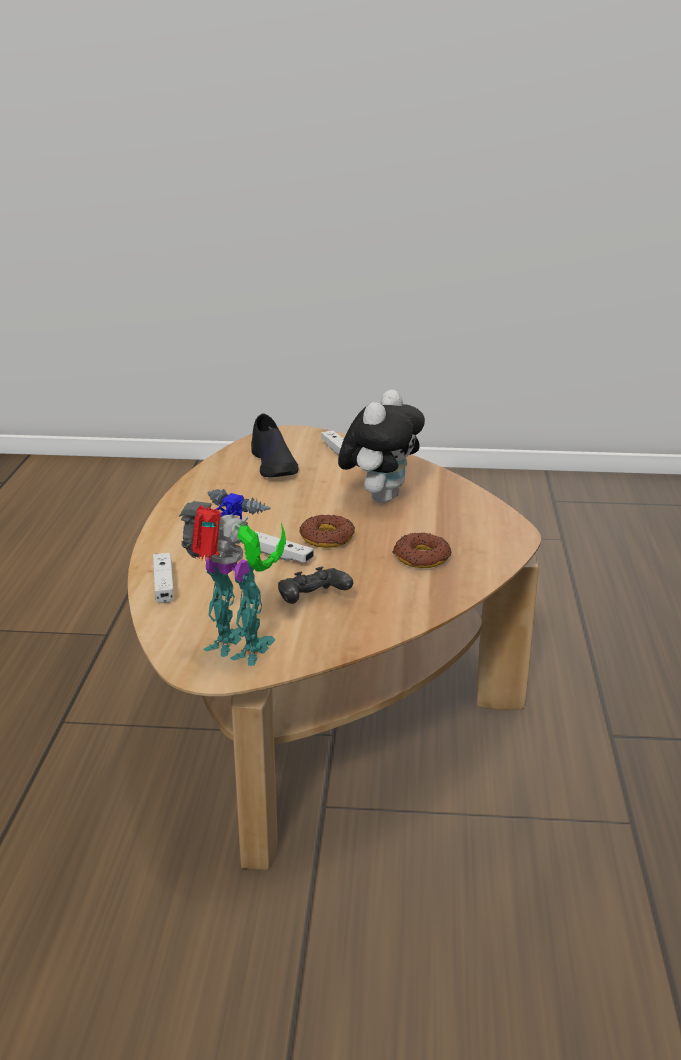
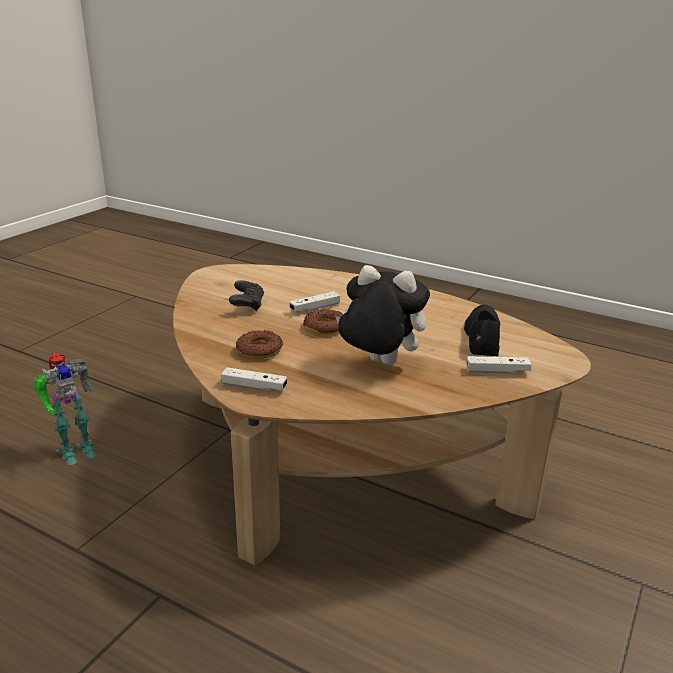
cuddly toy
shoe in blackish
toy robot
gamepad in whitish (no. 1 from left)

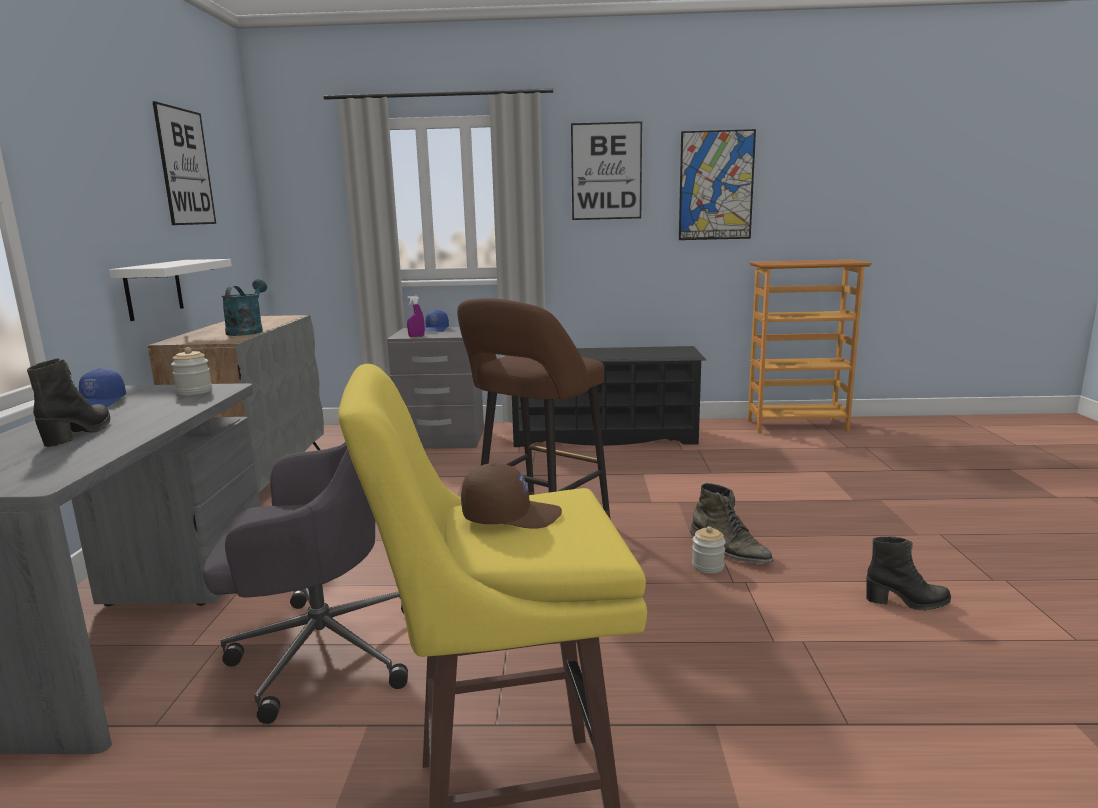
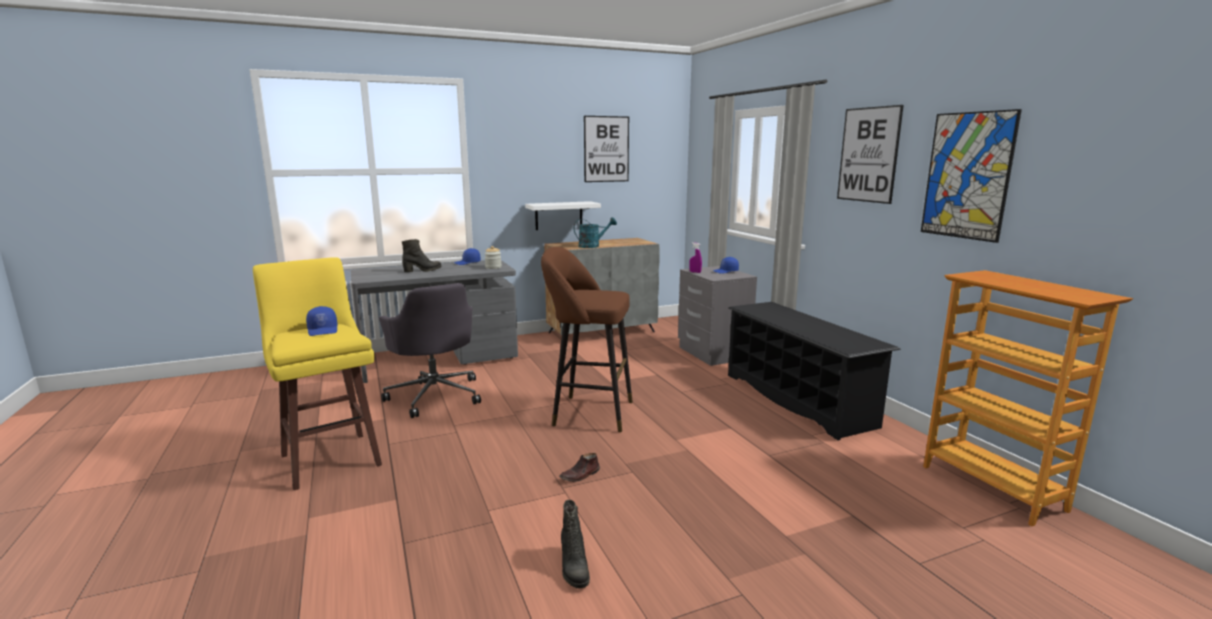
peaked cap in blue (no. 1 from left)
tall boot in green
shoe in brown

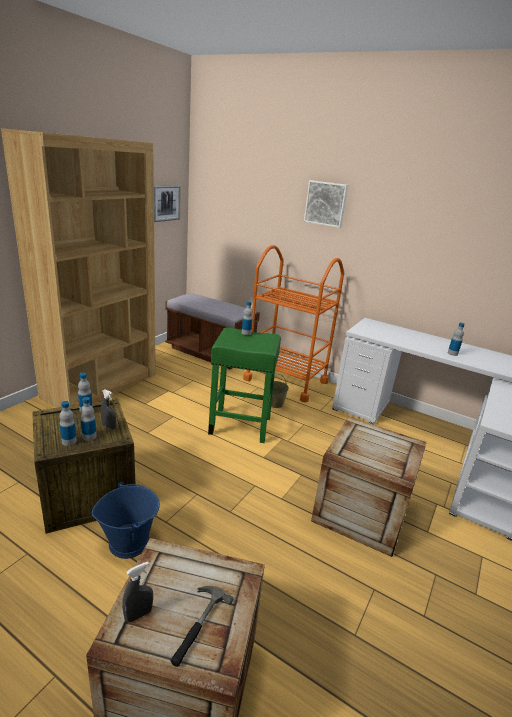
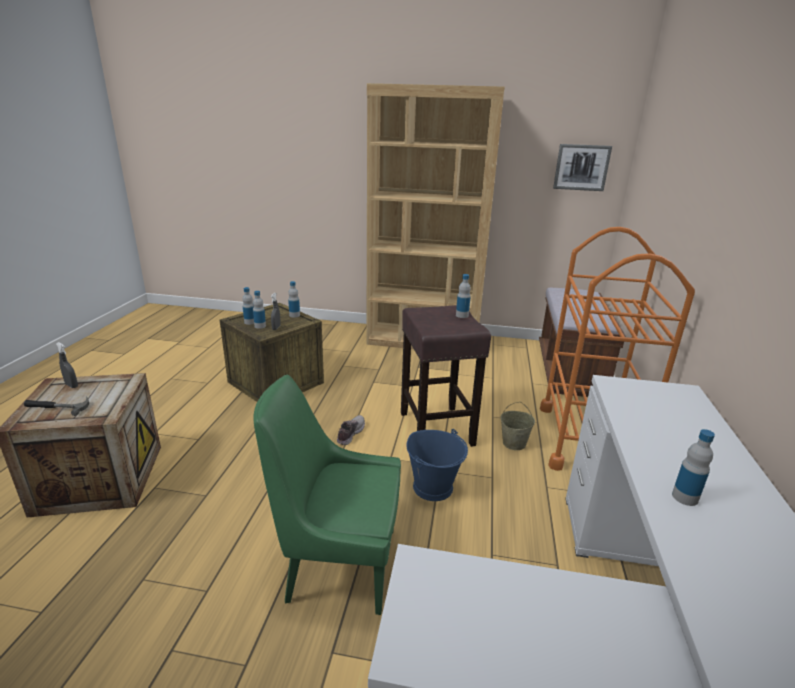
picture (no. 2 from left in the first image)
stool in brown
plain chair in green
bucket in blue
shoe

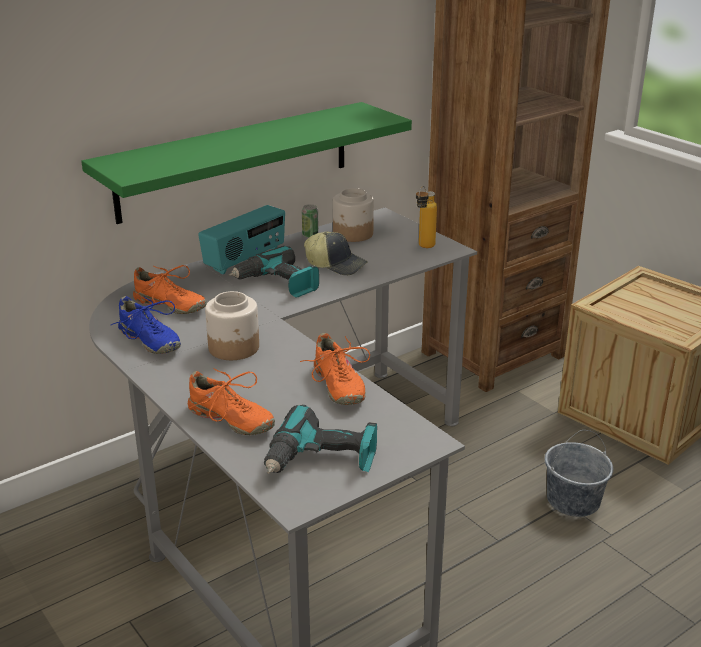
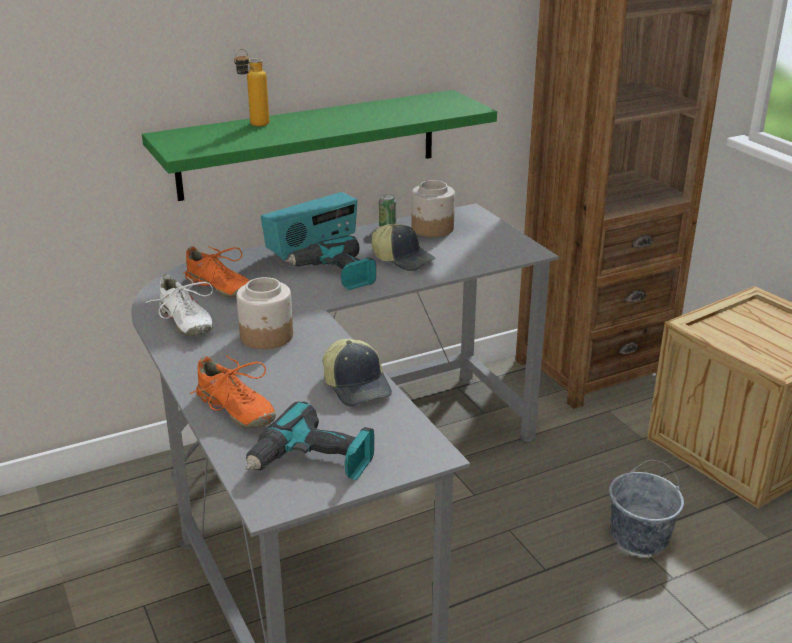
bottle
shoe in whitish
peaked cap (no. 1 from left)

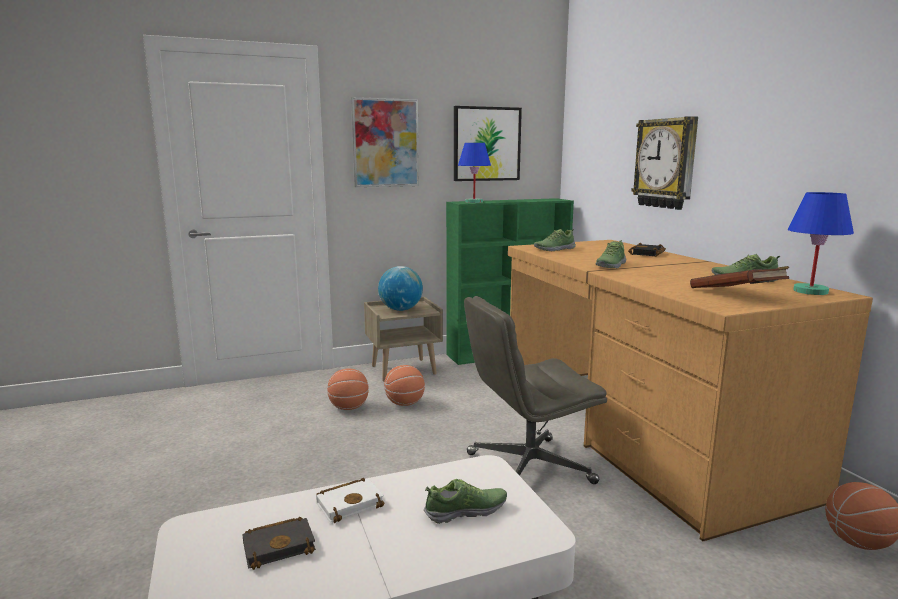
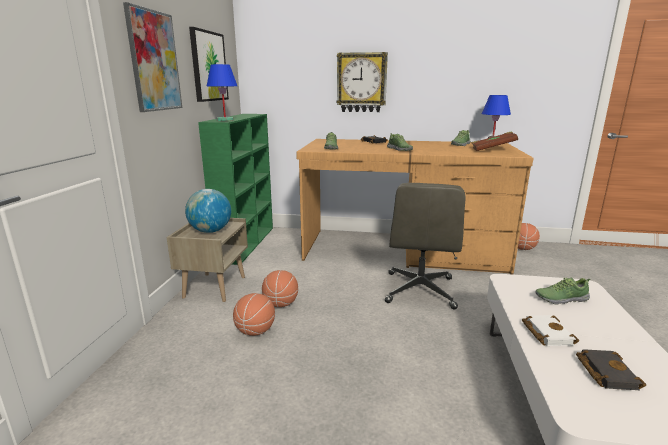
shoe (no. 4 from left)

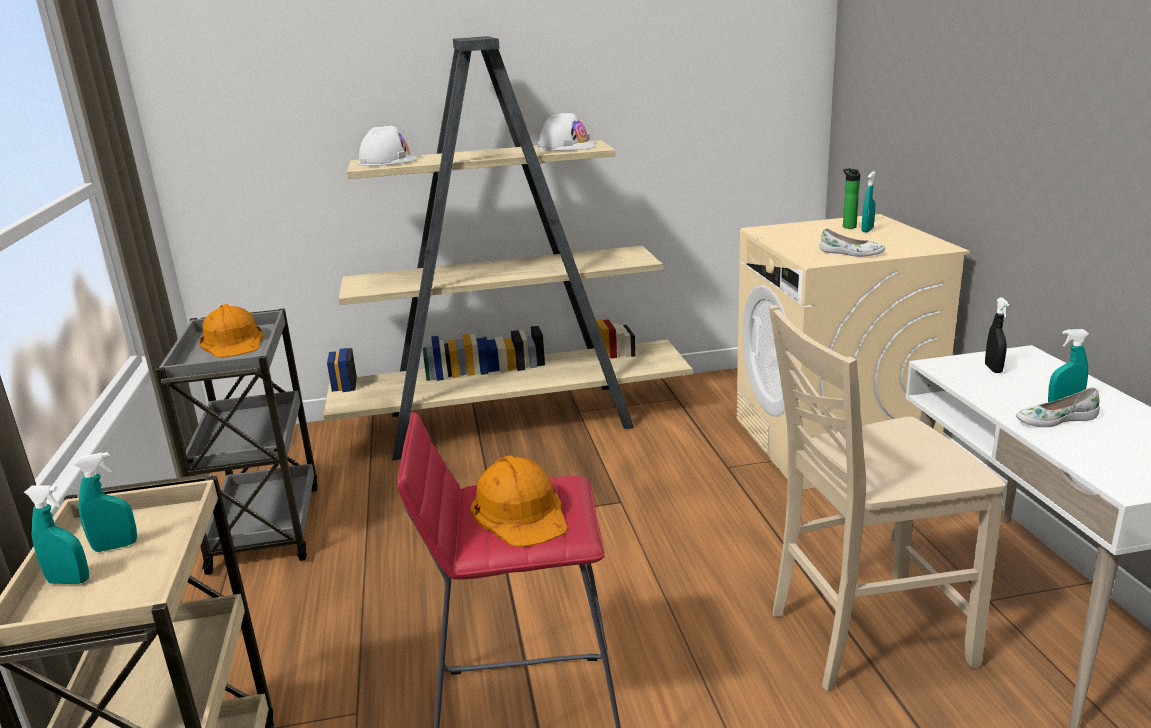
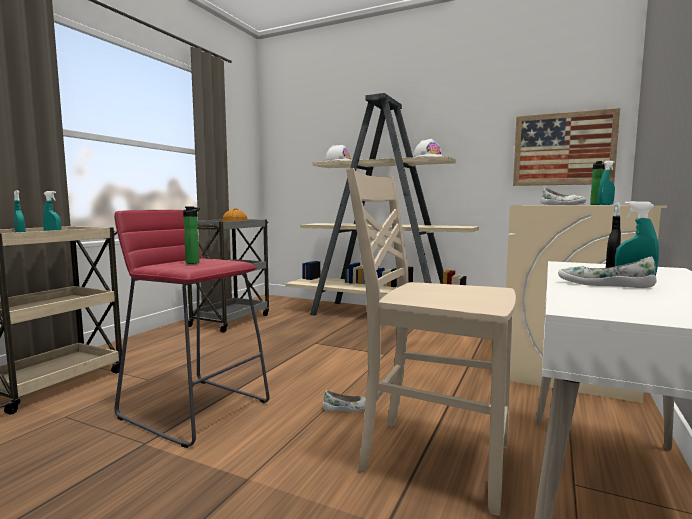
bottle (no. 1 from left)
picture
shoe in whitish (no. 1 from left)

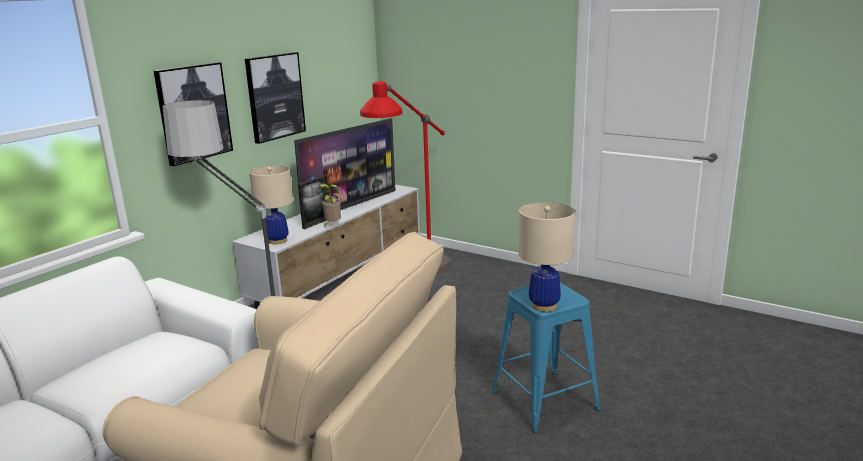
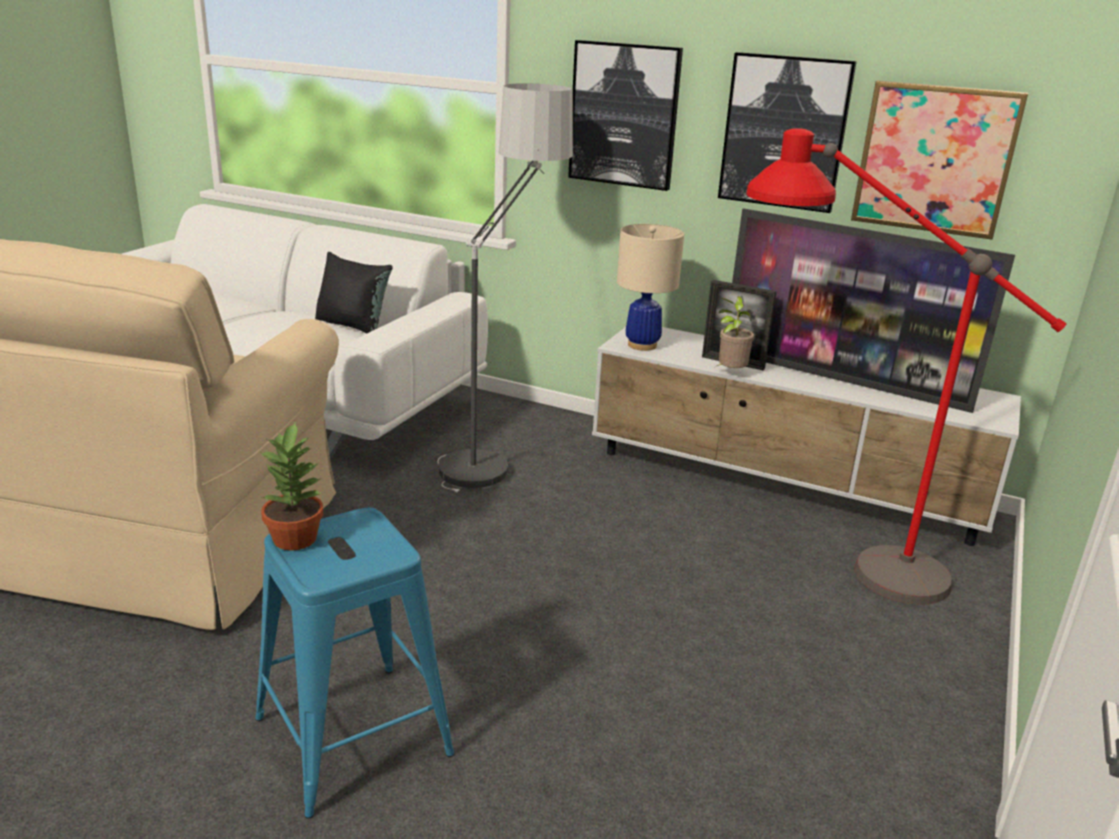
houseplant (no. 1 from left)
picture (no. 3 from left)
throw pillow in blackish

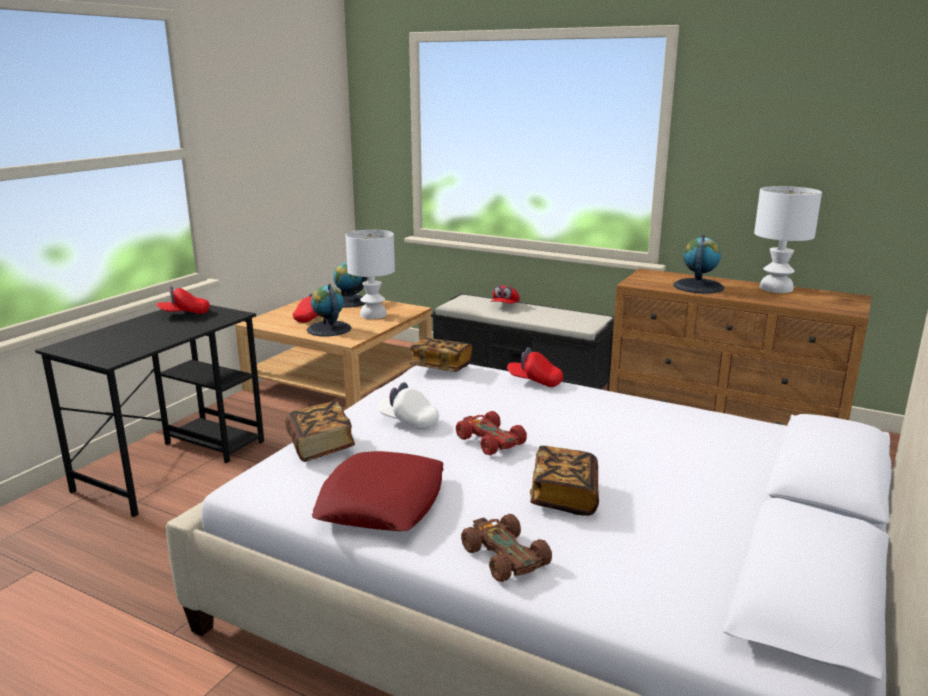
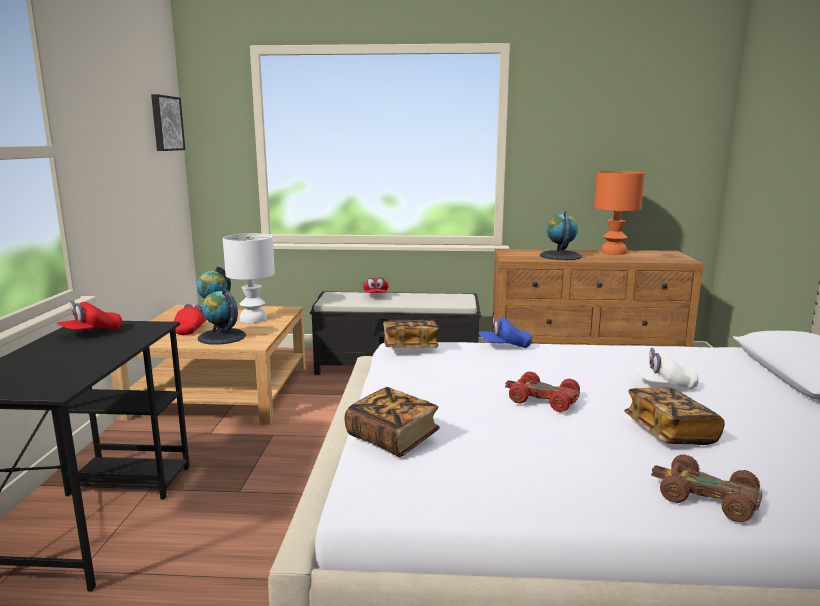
lamp for a table in orange
peaked cap in blue
peaked cap in whitish
throw pillow in reddish
picture

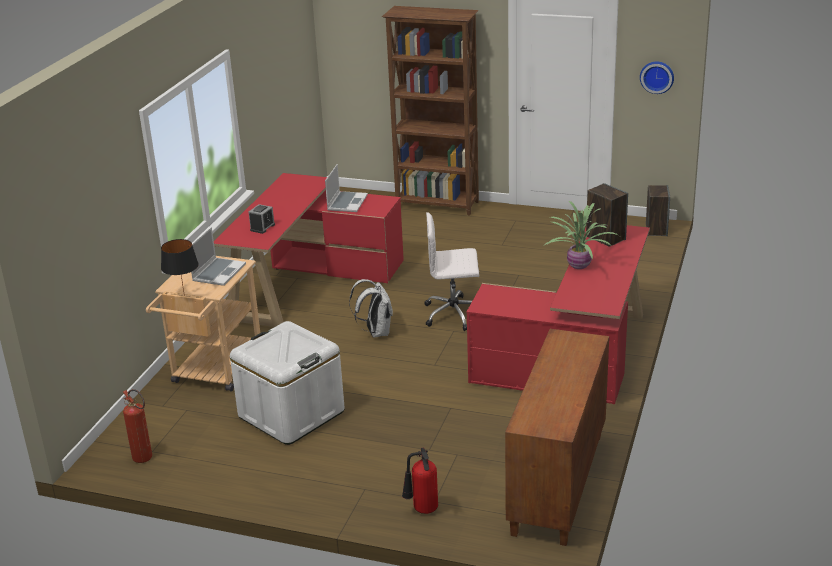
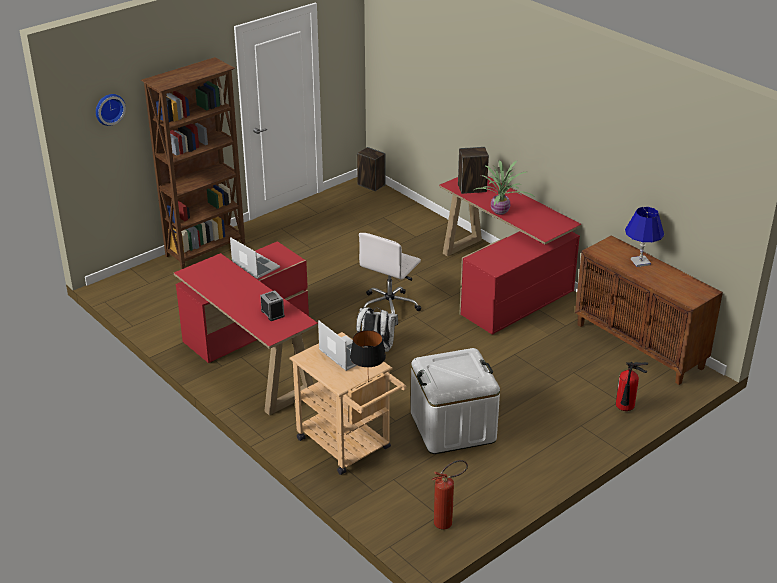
clock on the wall
lamp for a table in blue

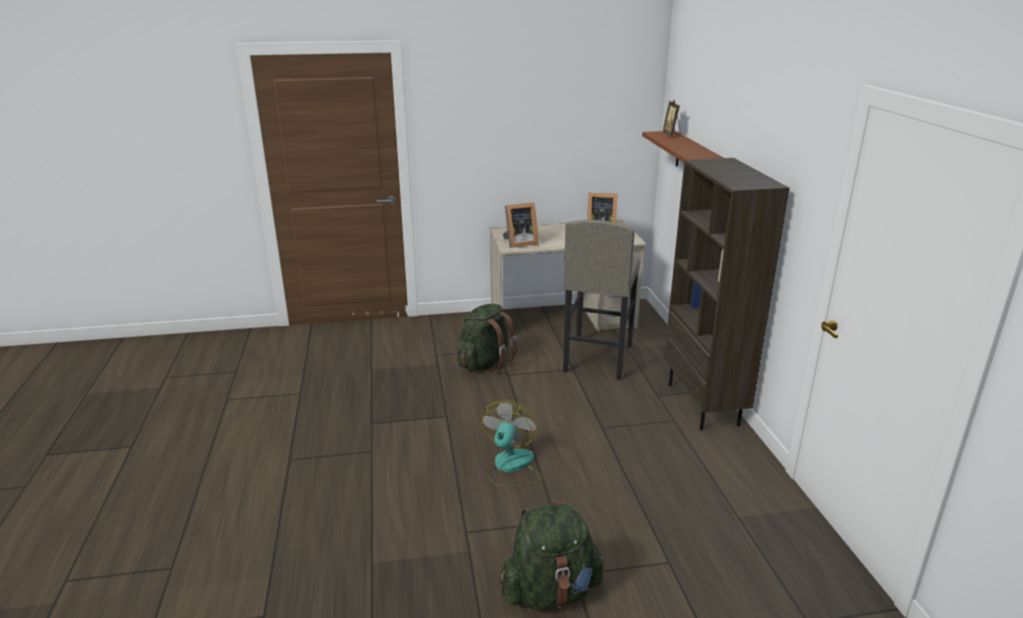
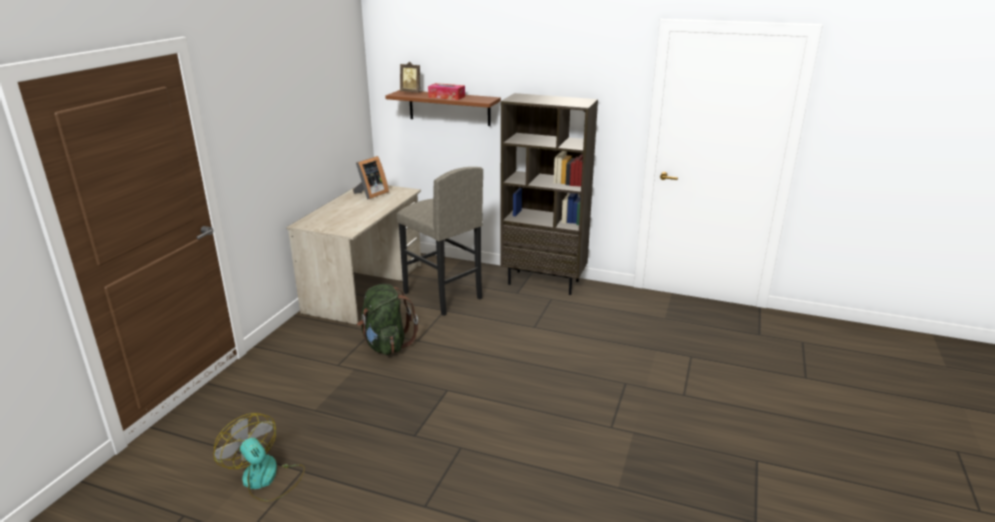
photo frame (no. 1 from left in the first image)
electric fan
backpack in green (no. 2 from left in the first image)
tissue box

